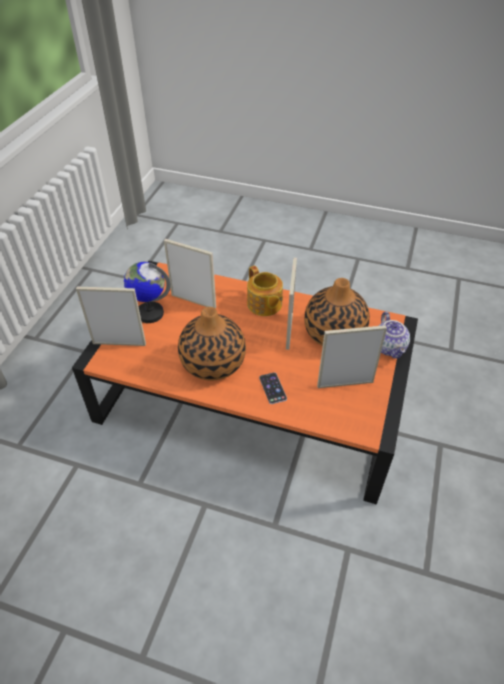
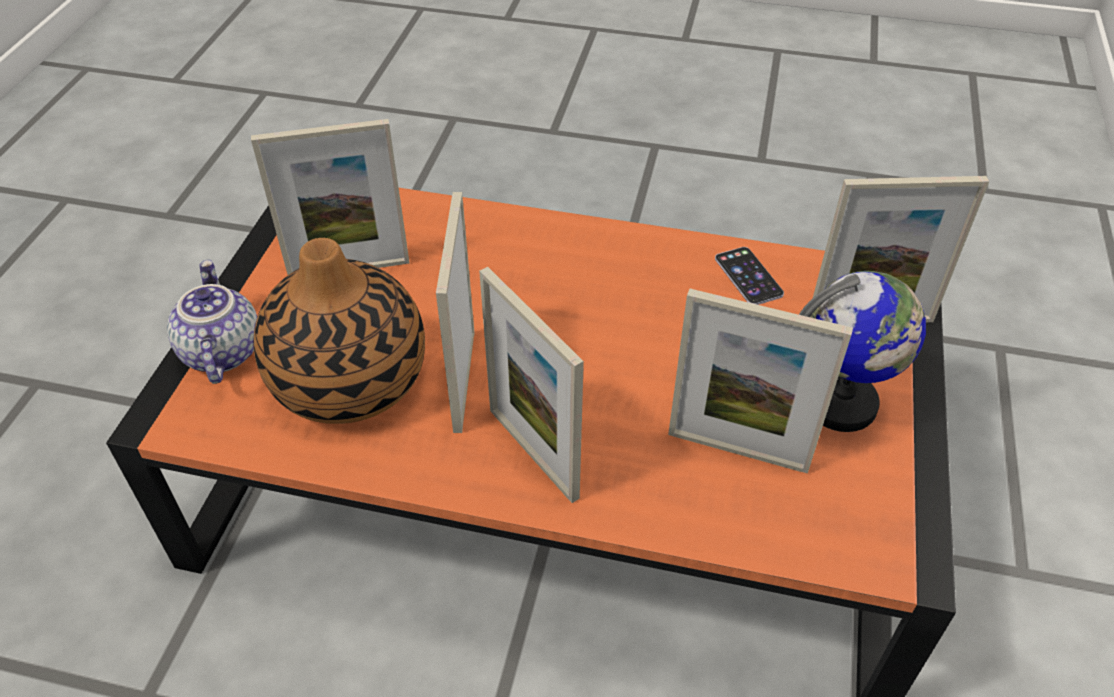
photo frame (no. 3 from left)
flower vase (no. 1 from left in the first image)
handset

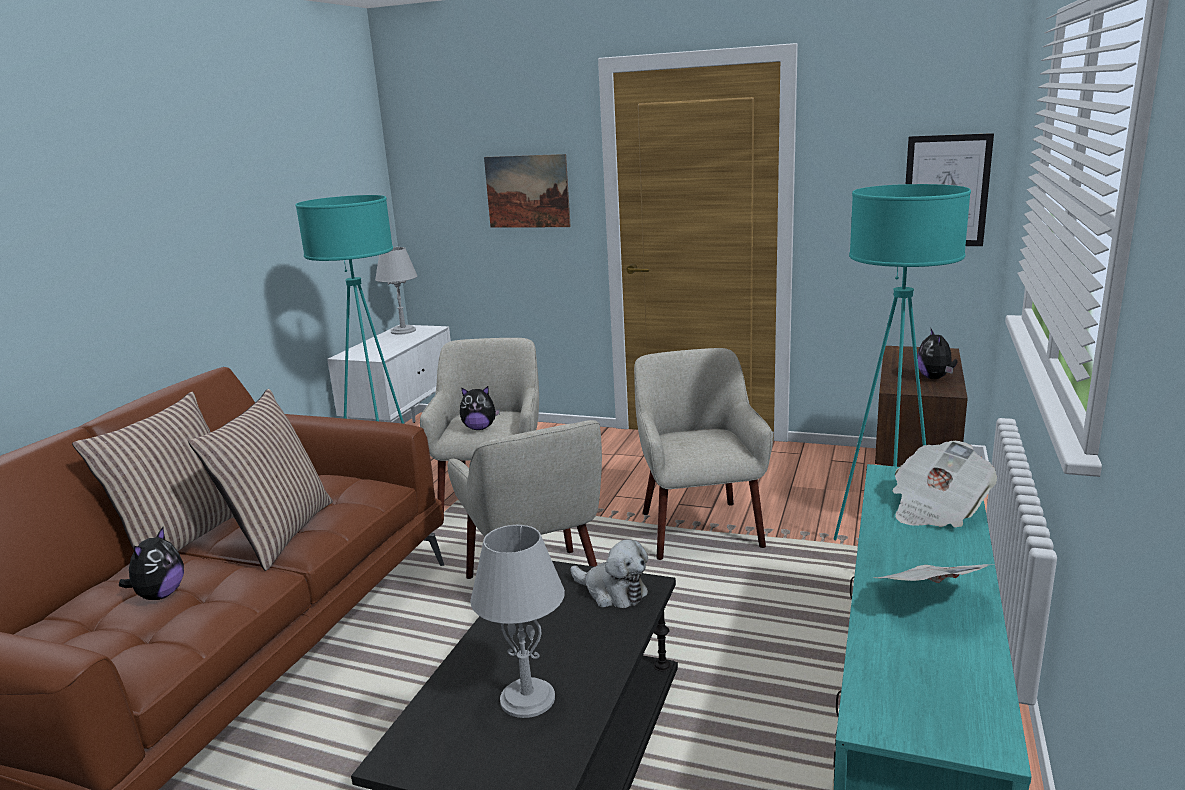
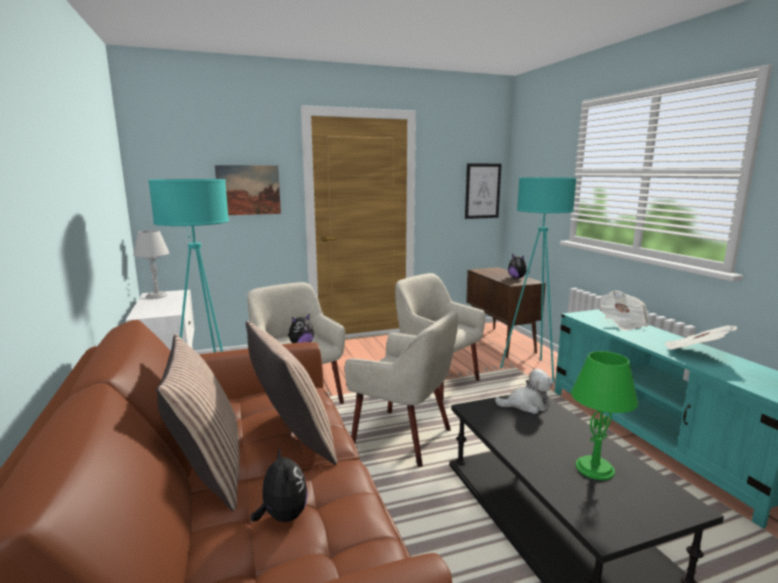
lamp for a table in green

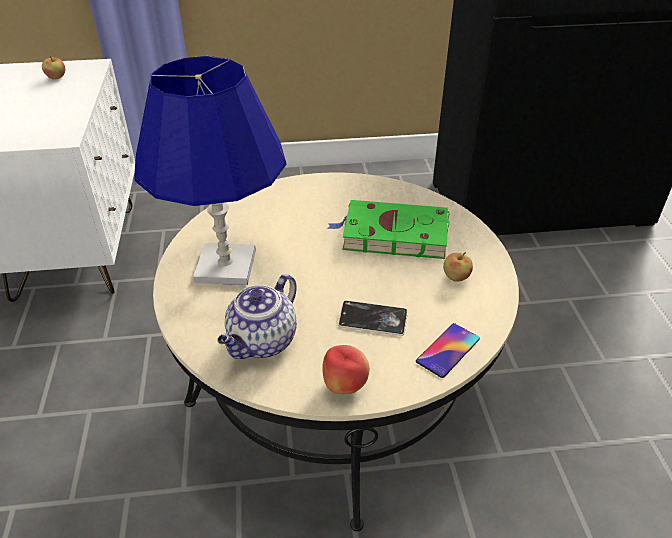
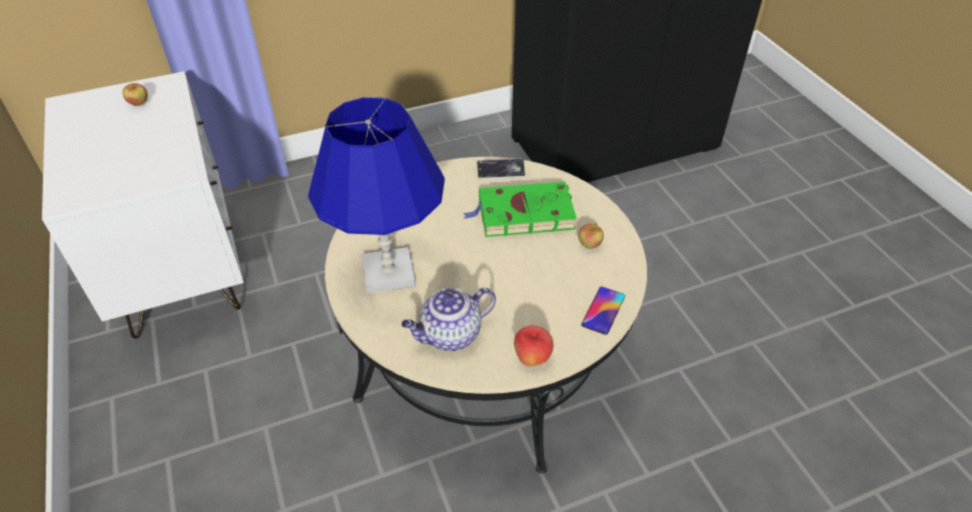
pot for tea
handset (no. 1 from left)

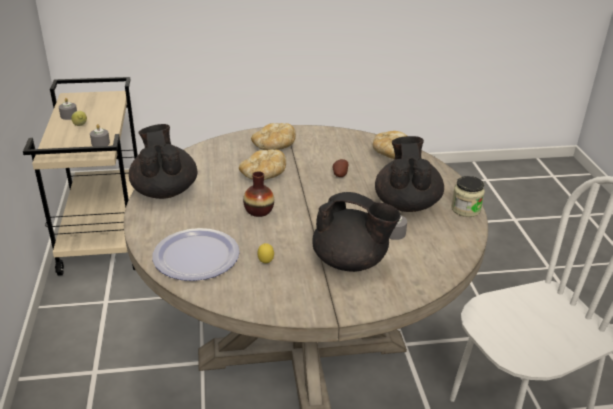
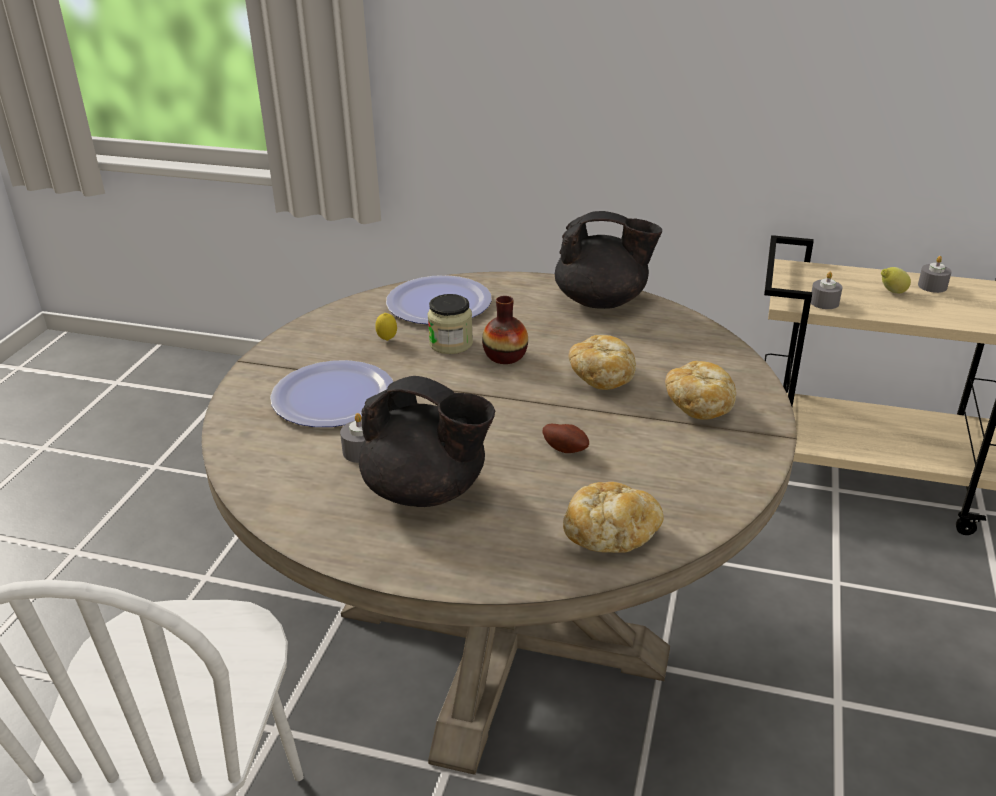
storage jar
dinner plate (no. 1 from left)

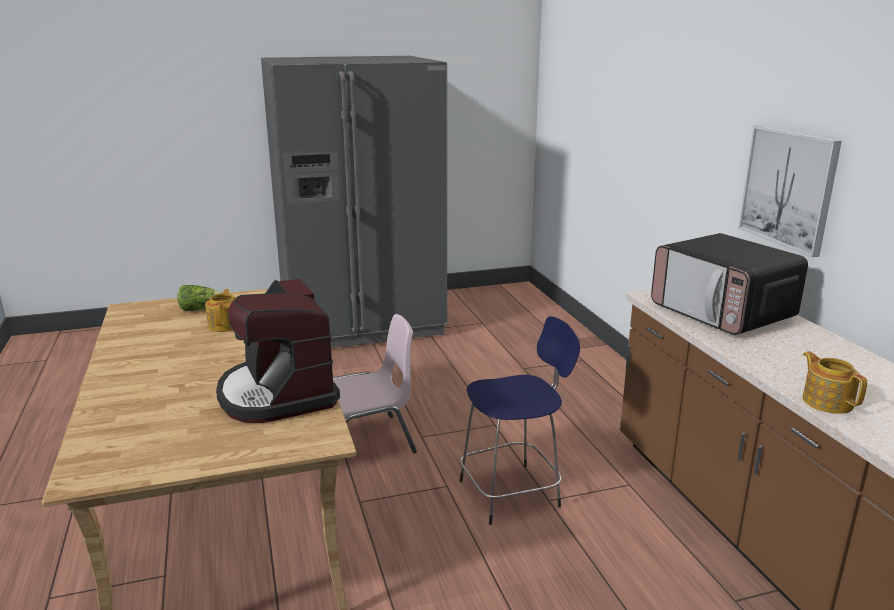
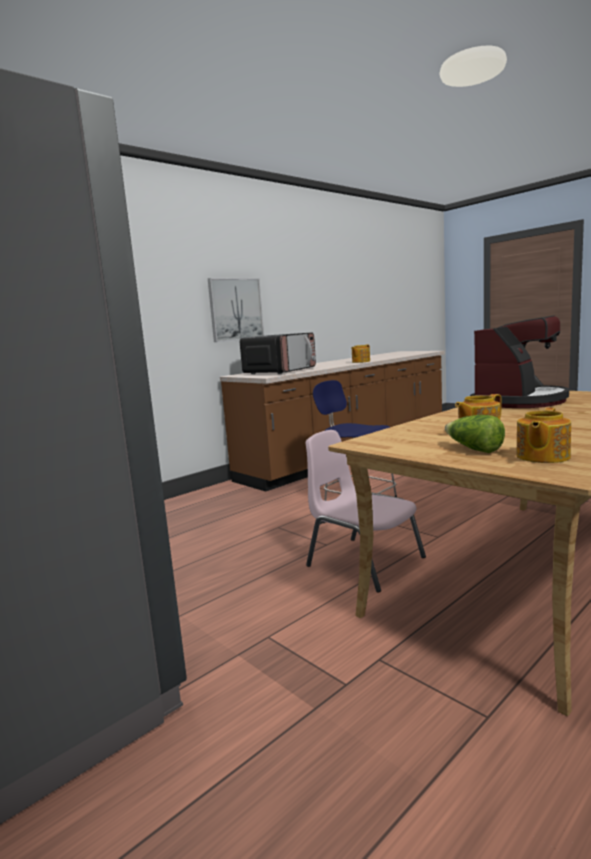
pot for tea (no. 3 from left)

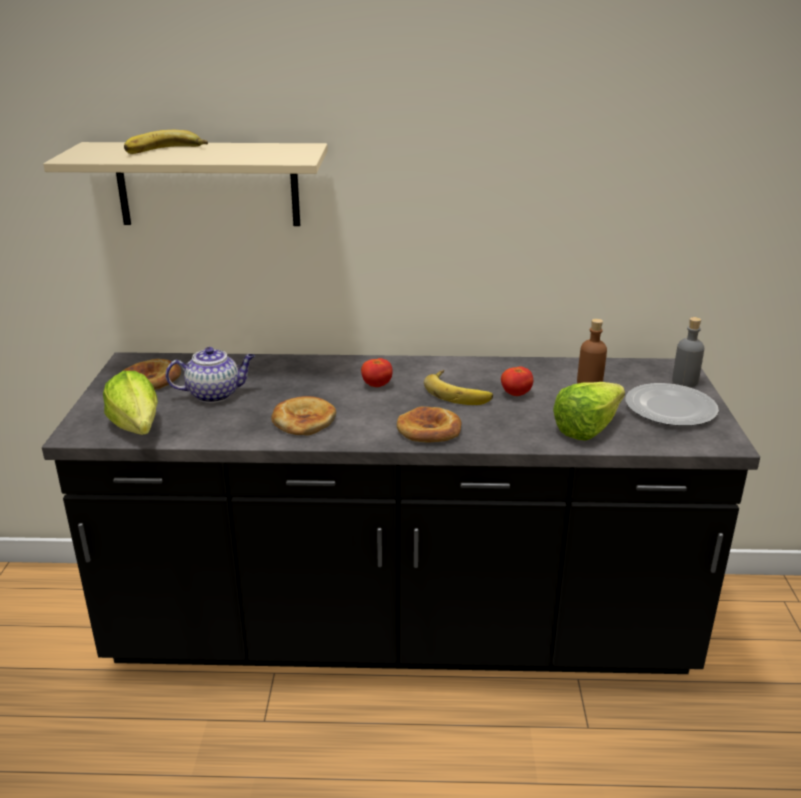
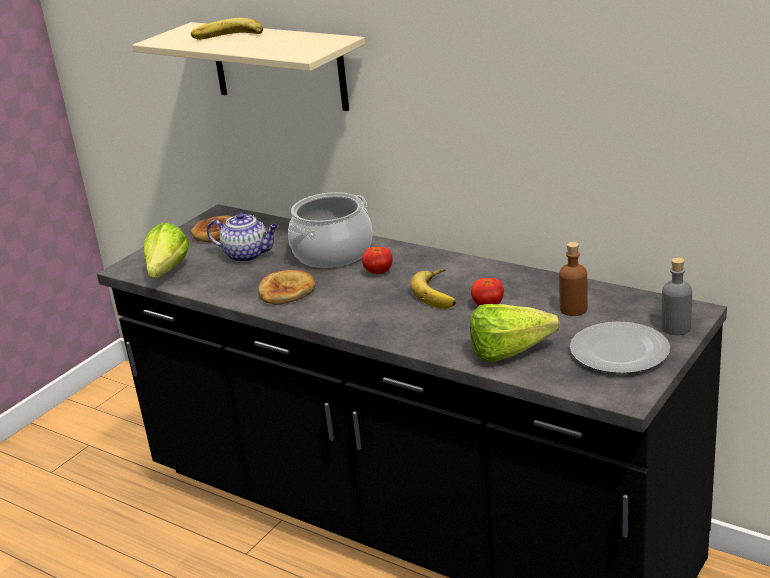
bread (no. 3 from left in the first image)
stockpot

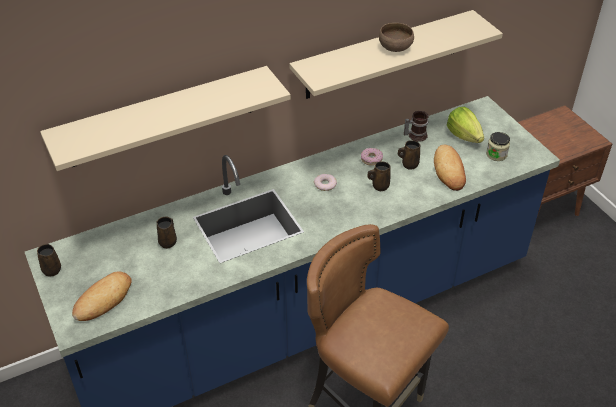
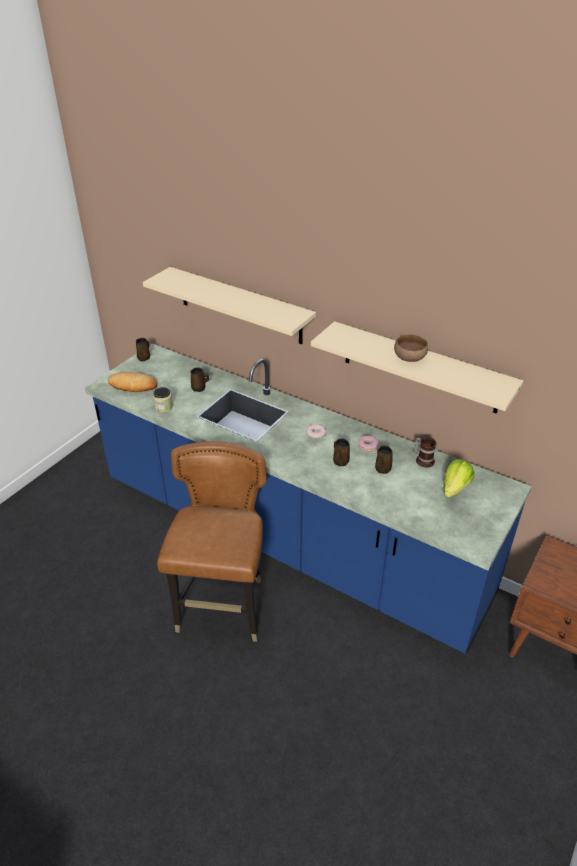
storage jar
bread (no. 2 from left in the first image)

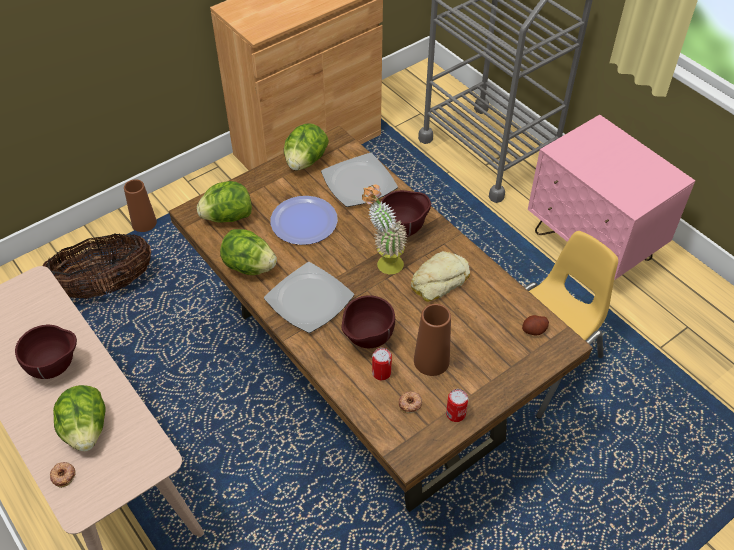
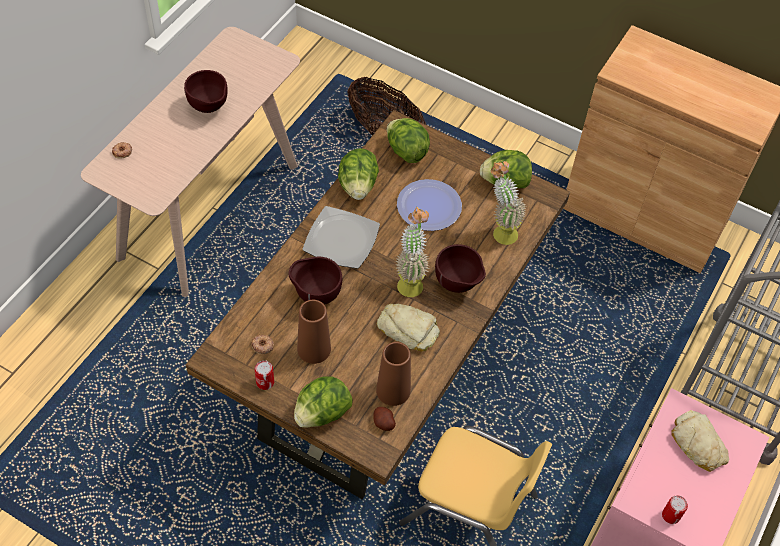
houseplant (no. 2 from left)
flower vase in brown (no. 2 from left)
metal can (no. 2 from left)
lettuce head (no. 1 from left)
bread (no. 2 from left)

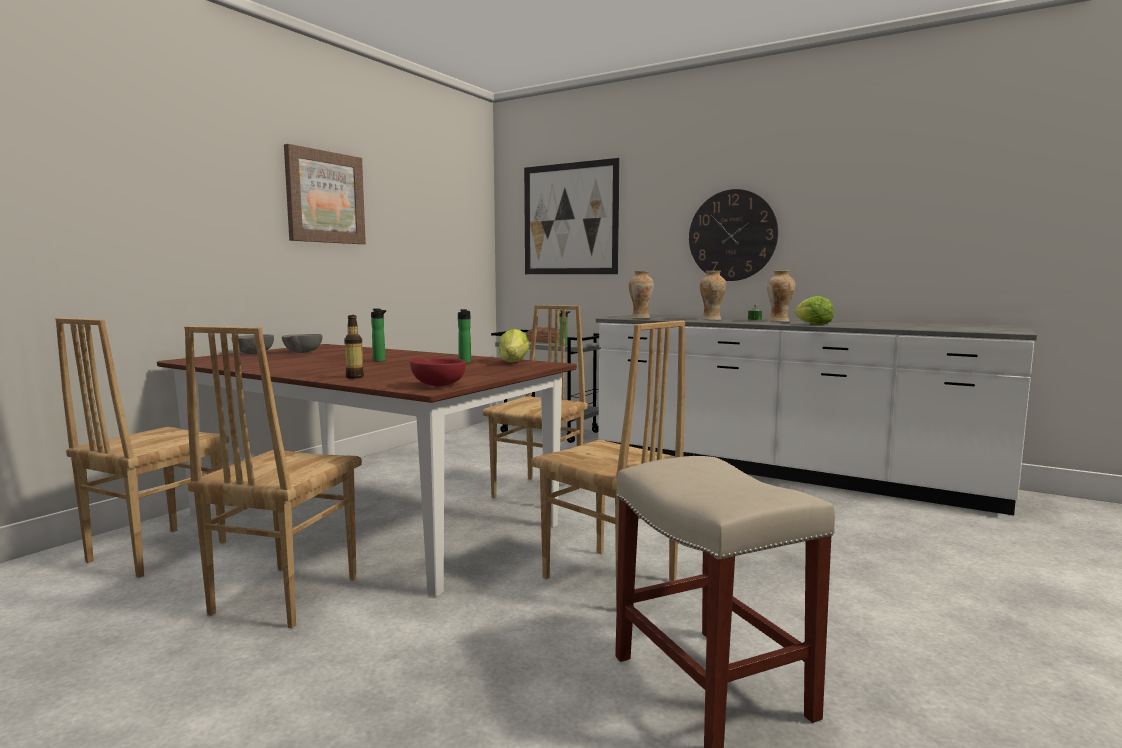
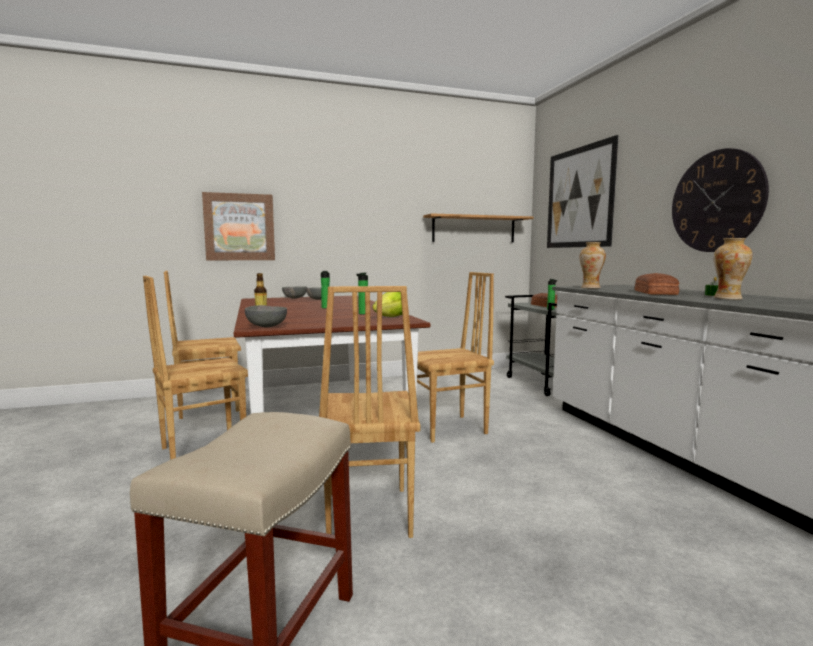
picture (no. 1 from left)
bread (no. 2 from left)
lettuce head (no. 2 from left in the first image)
deep dish in greyish (no. 1 from left)
shelf

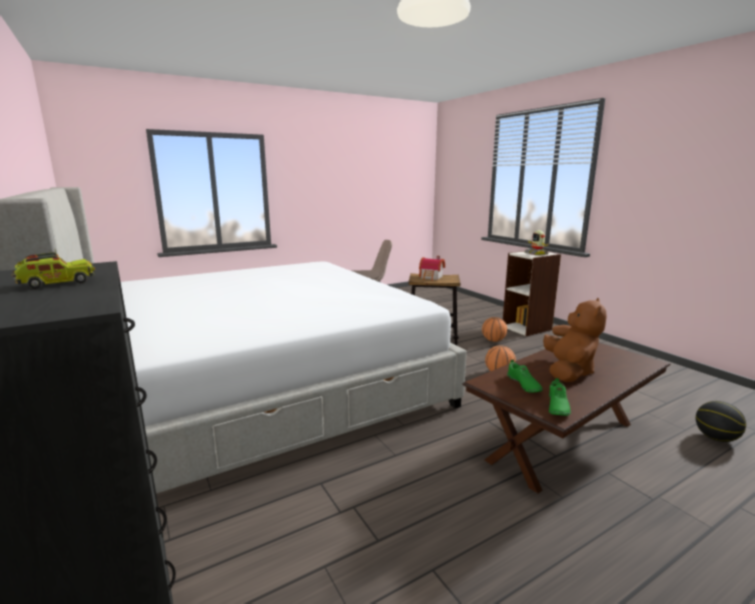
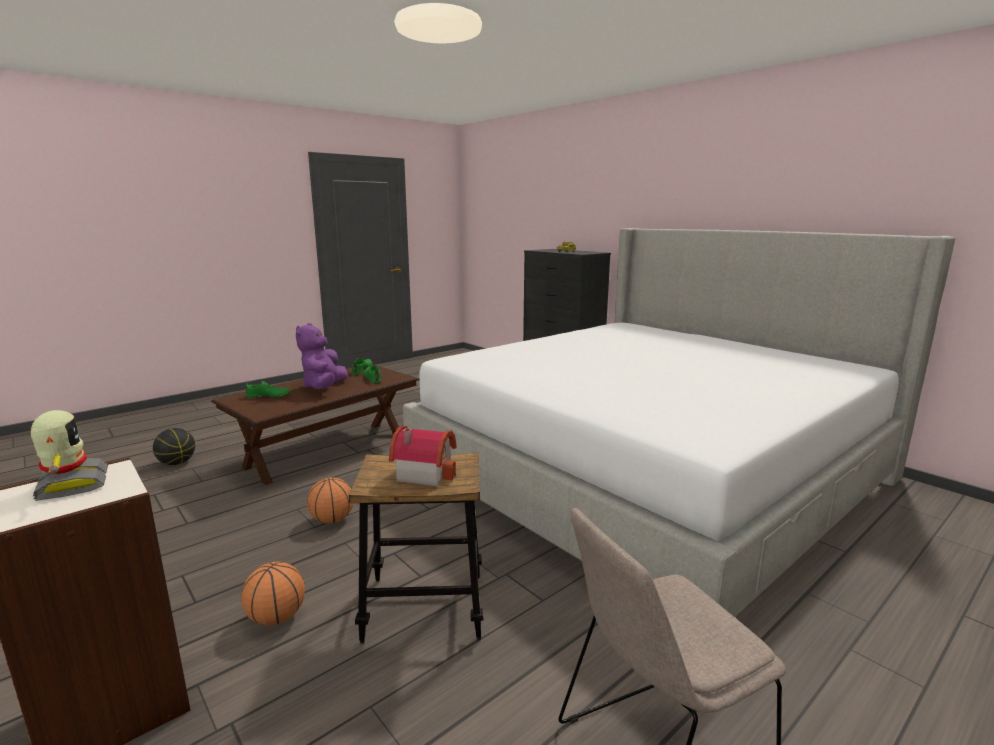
cuddly toy in purple
shoe in green (no. 1 from left)

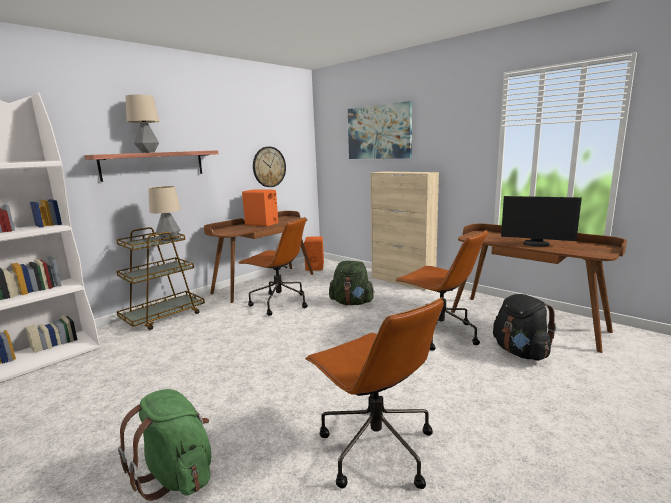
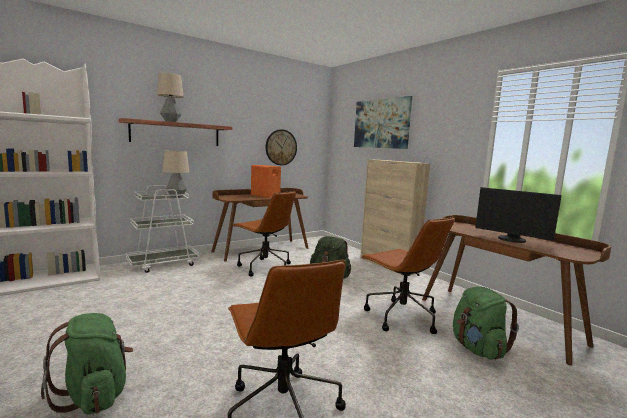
cart in whitish
speaker in orange (no. 2 from left in the first image)
backpack in green (no. 3 from left)

